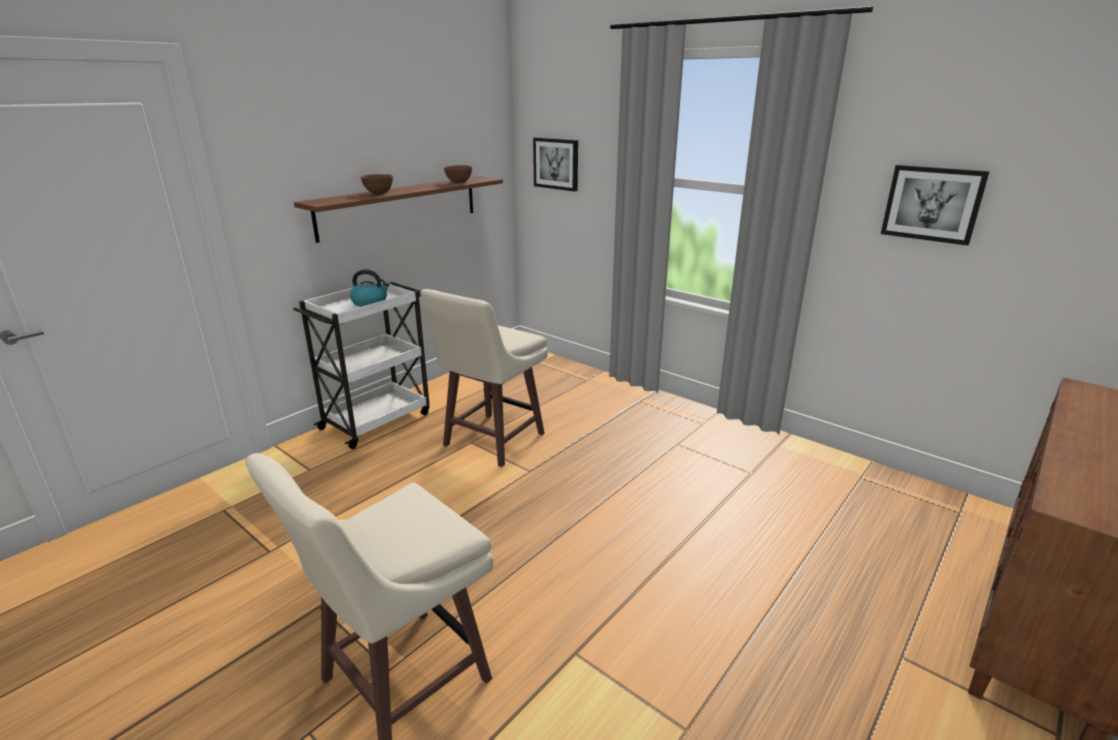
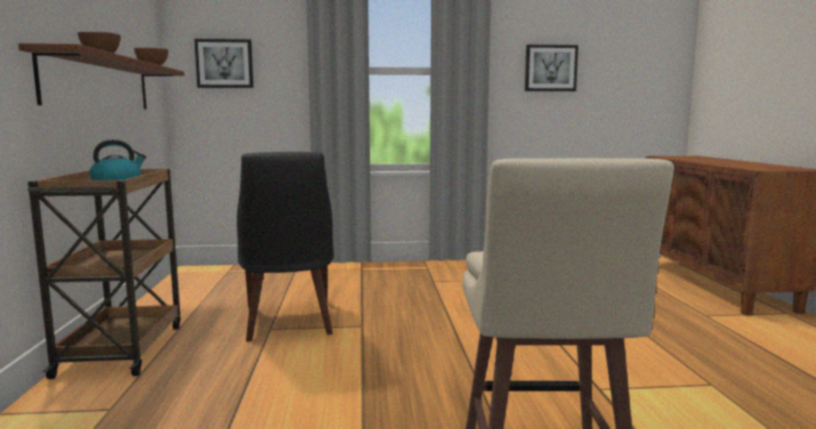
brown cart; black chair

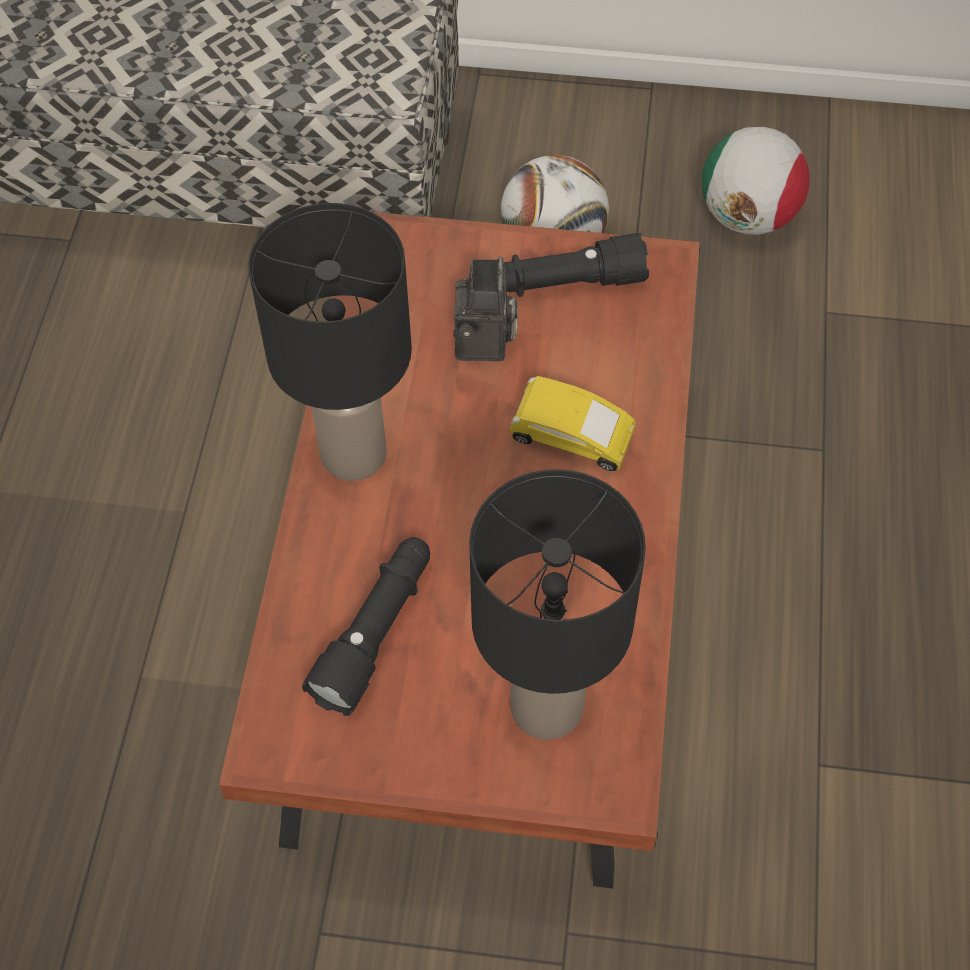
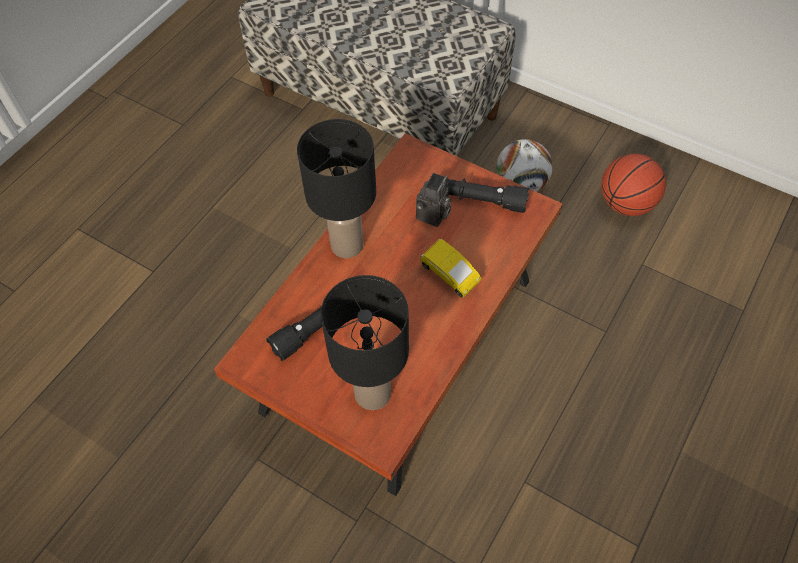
basketball

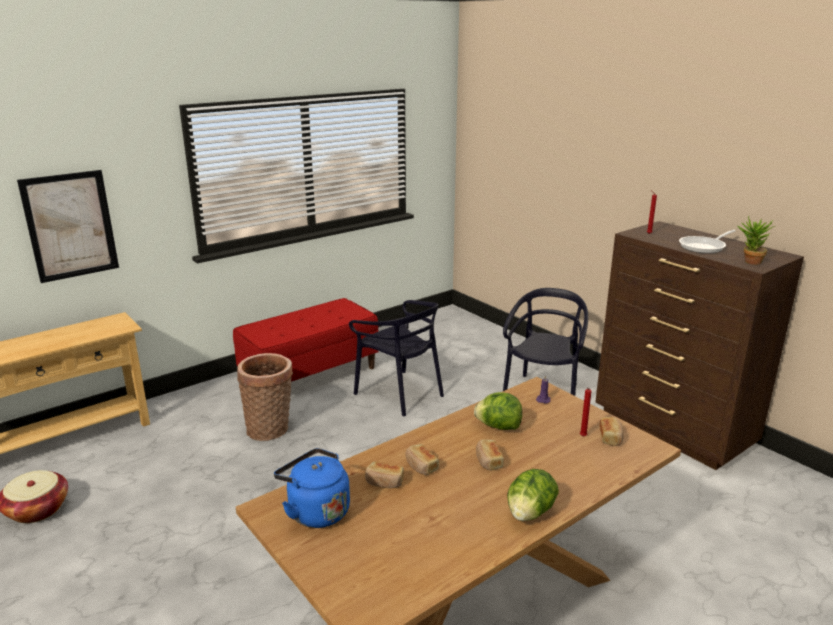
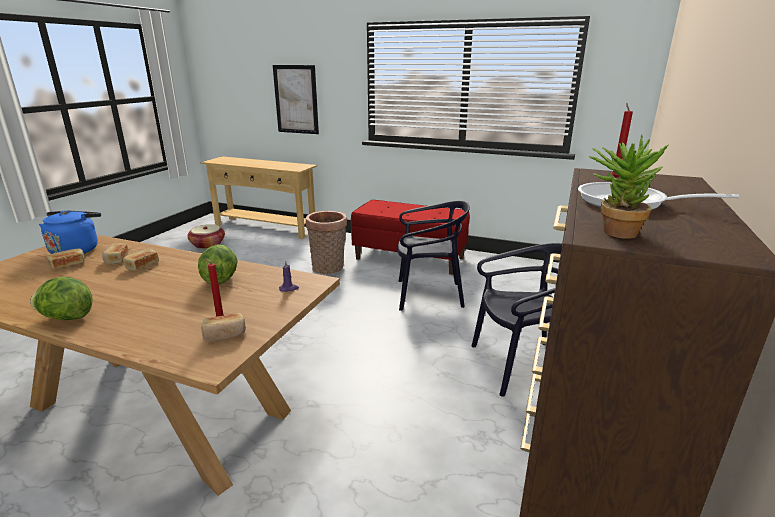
black chair (no. 1 from left); bread (no. 1 from left)

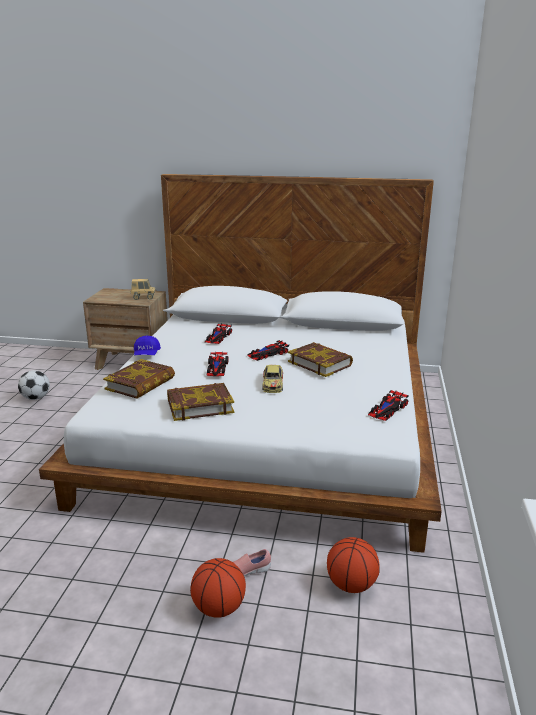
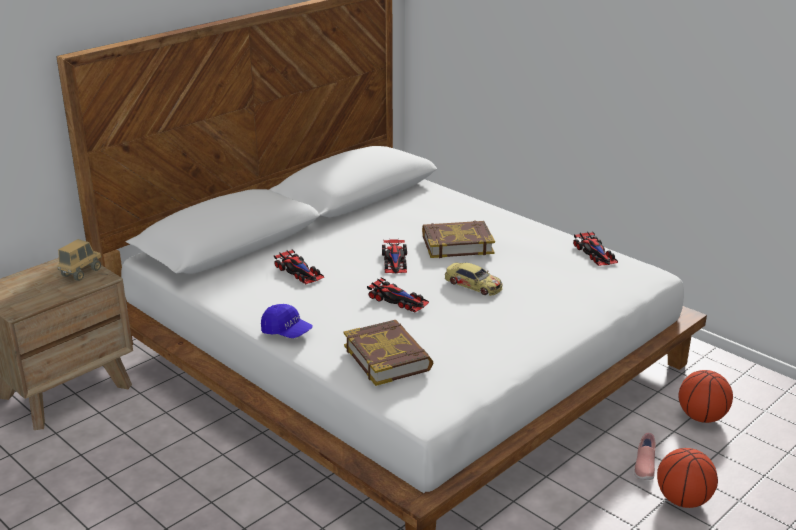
football; book (no. 2 from left in the first image)

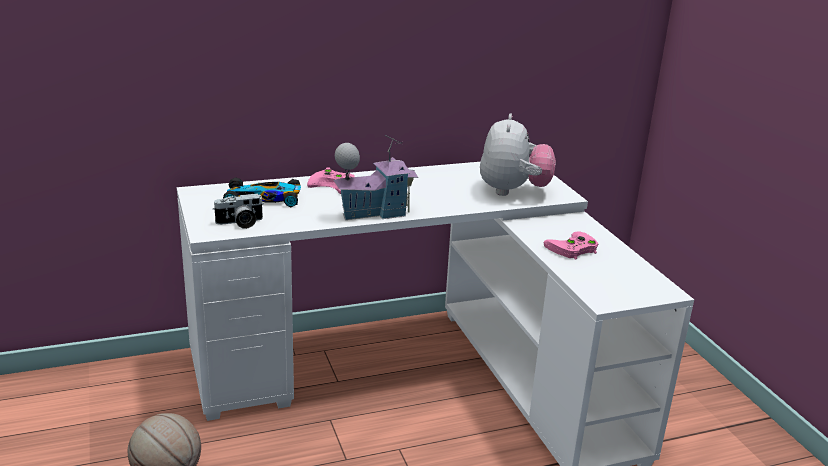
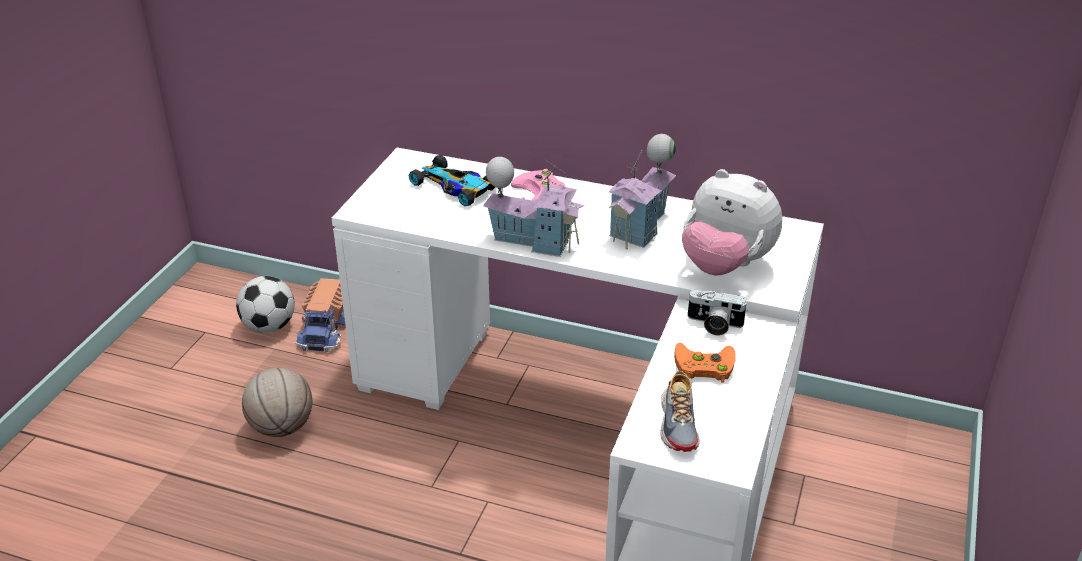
plush toy; photo camera; orange game controller; toy house (no. 2 from left); football; toy truck; shoe

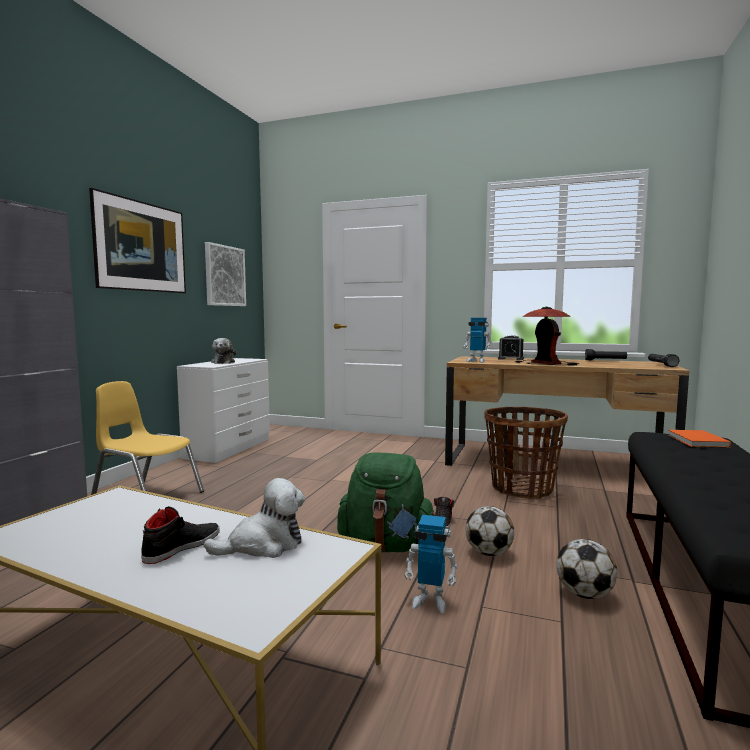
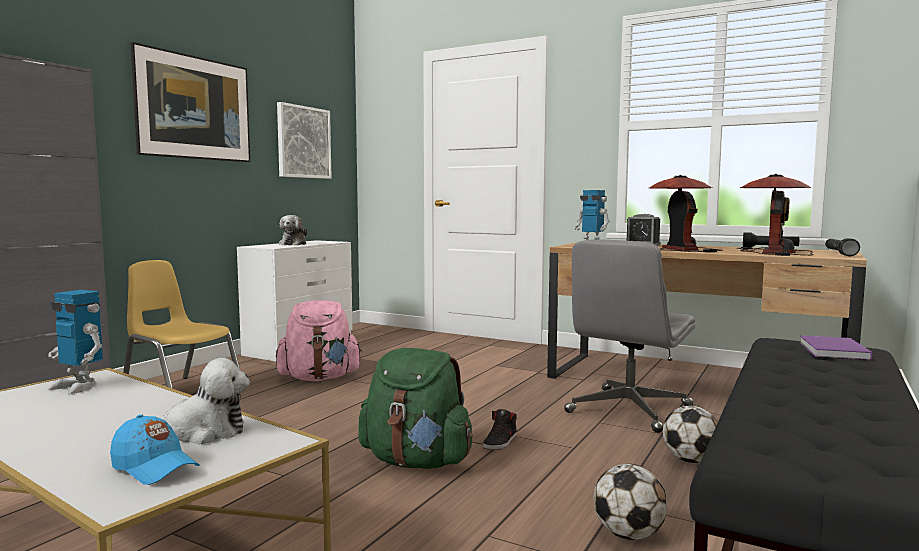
grey office chair; purple book; black shoe (no. 1 from left in the first image); football (no. 2 from left); toy robot (no. 1 from left); table lamp (no. 2 from left); pink backpack; blue cap

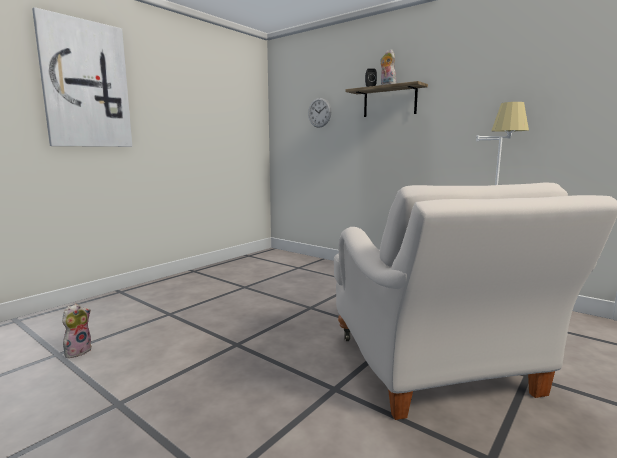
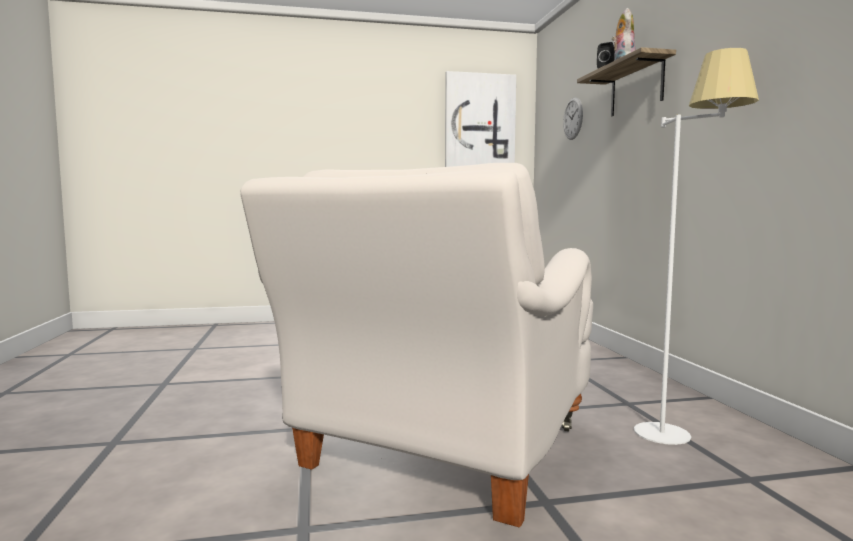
picture; plush toy (no. 1 from left in the first image)

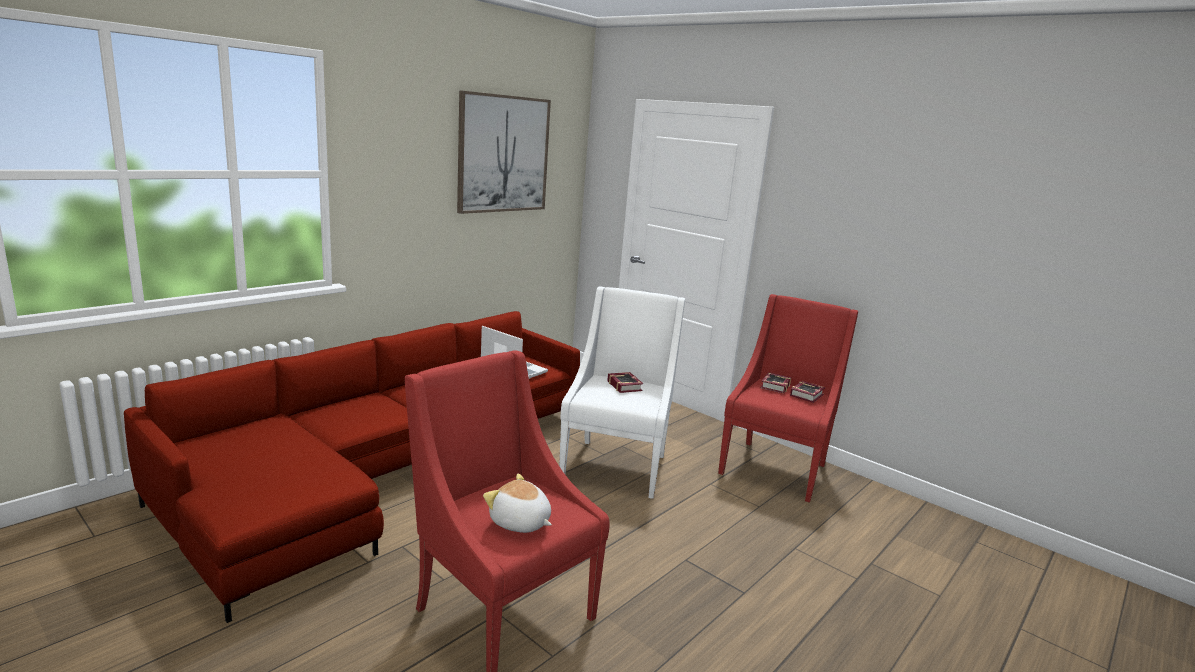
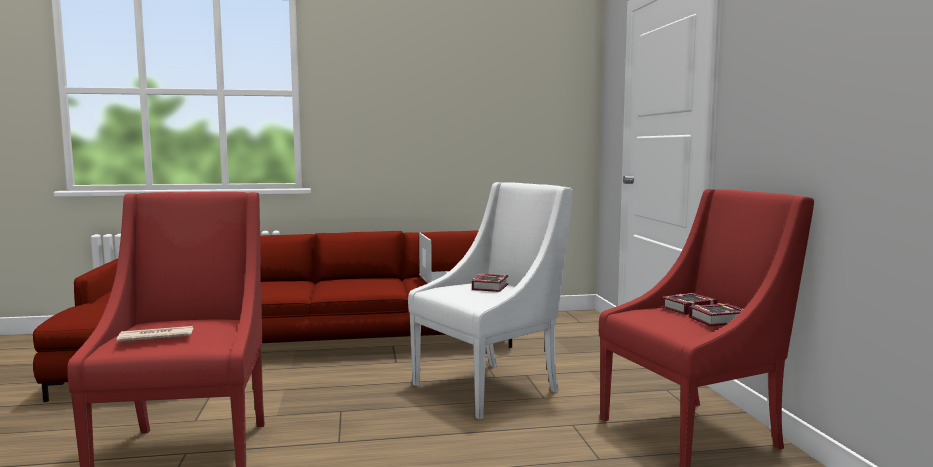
picture; newspaper

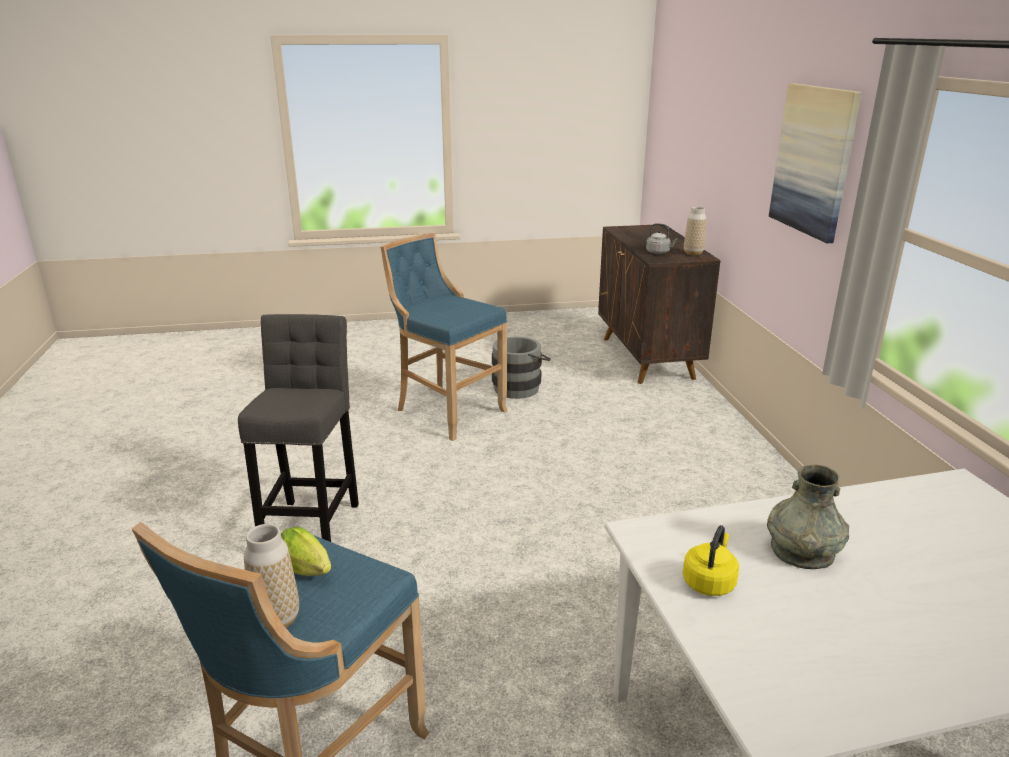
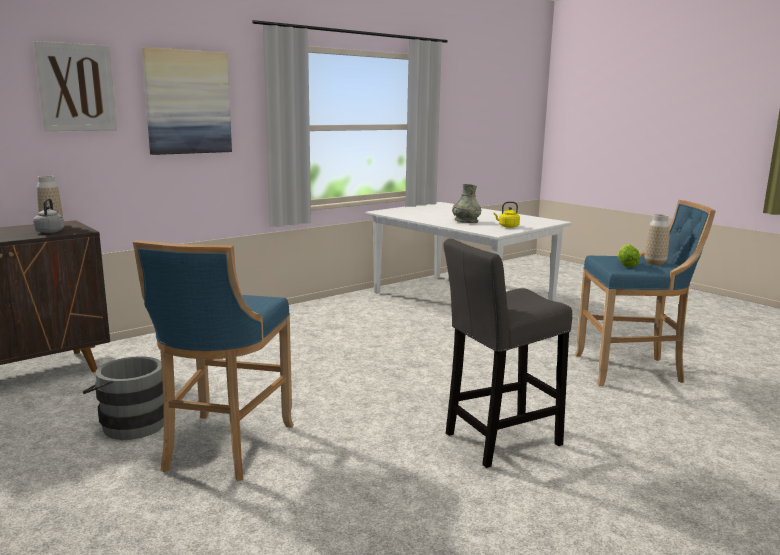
picture (no. 1 from left)

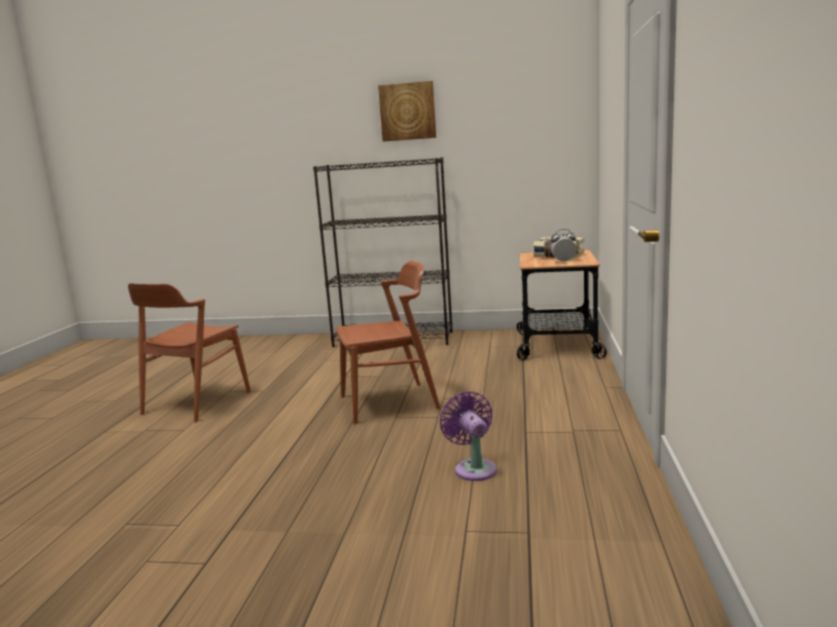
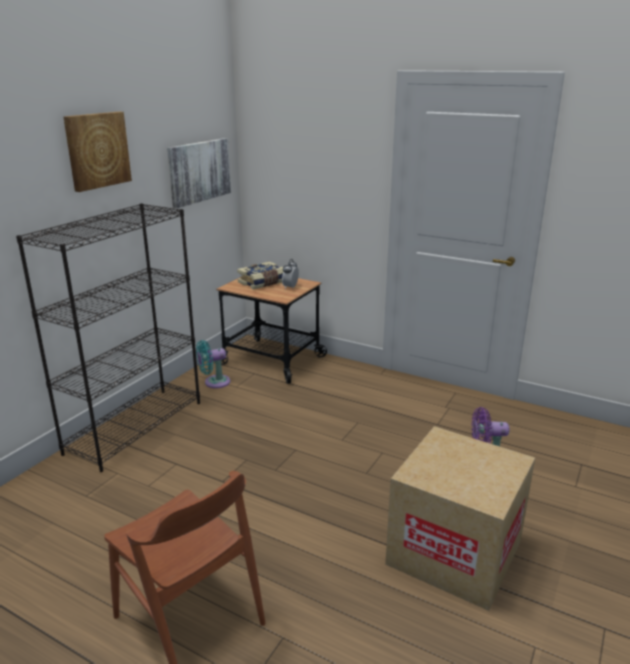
brown chair (no. 2 from left in the first image); picture (no. 2 from left); turquoise fan; cardboard box

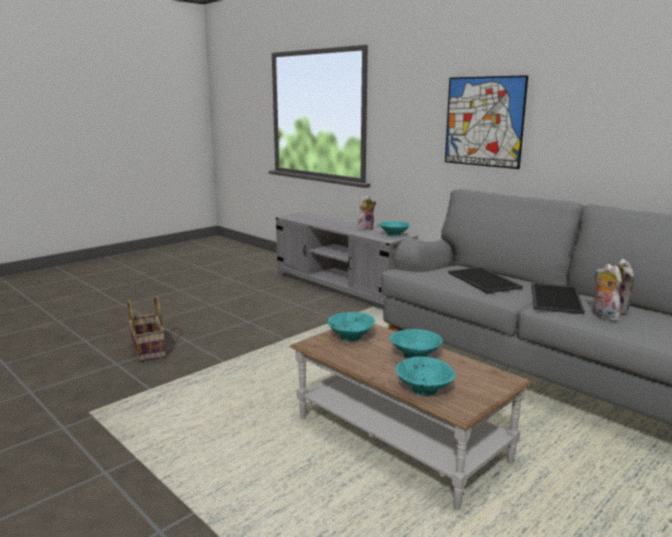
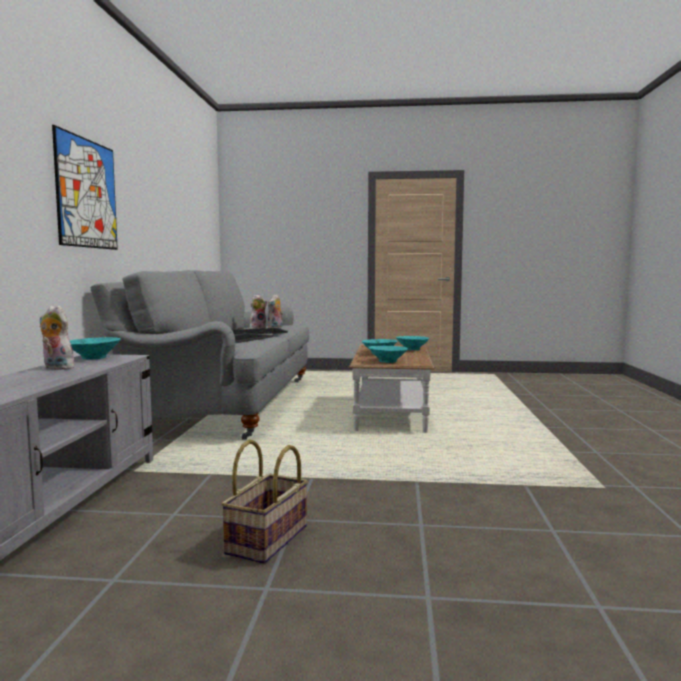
basket

